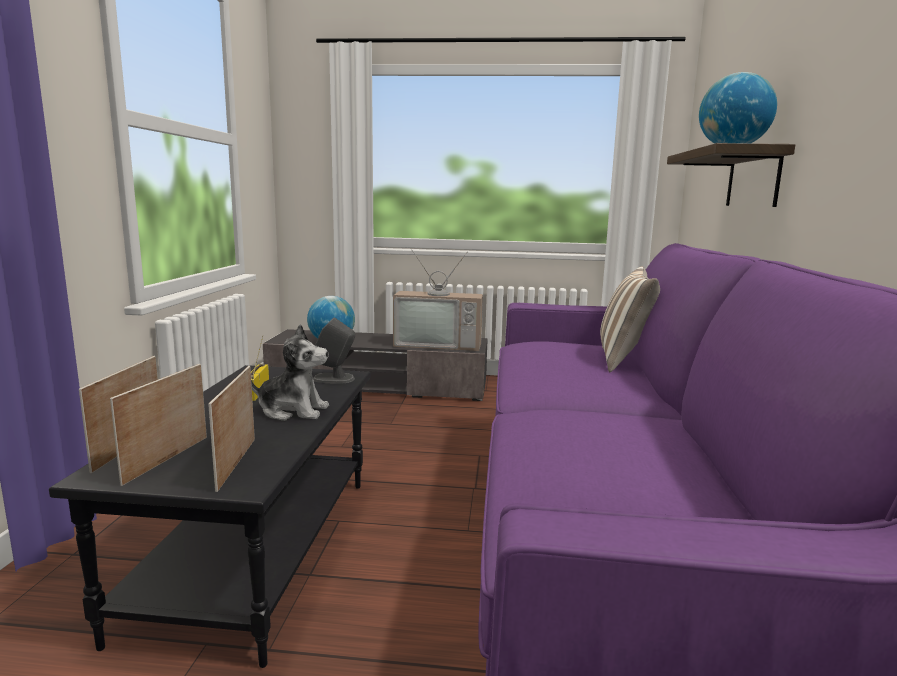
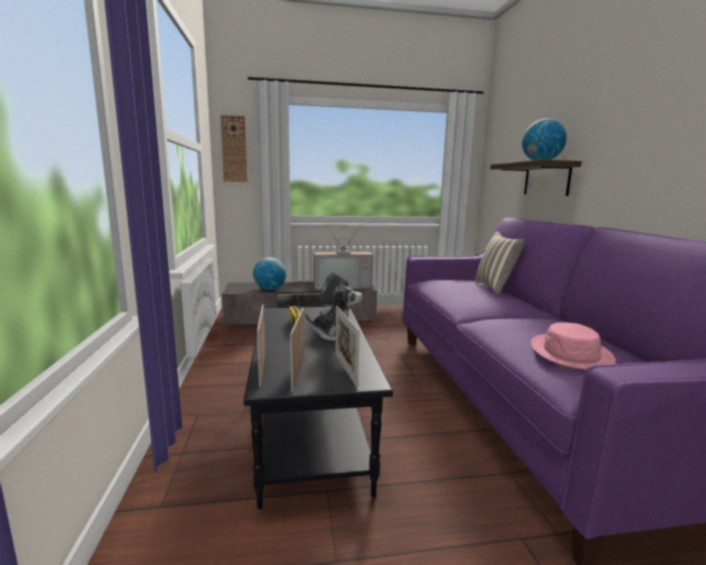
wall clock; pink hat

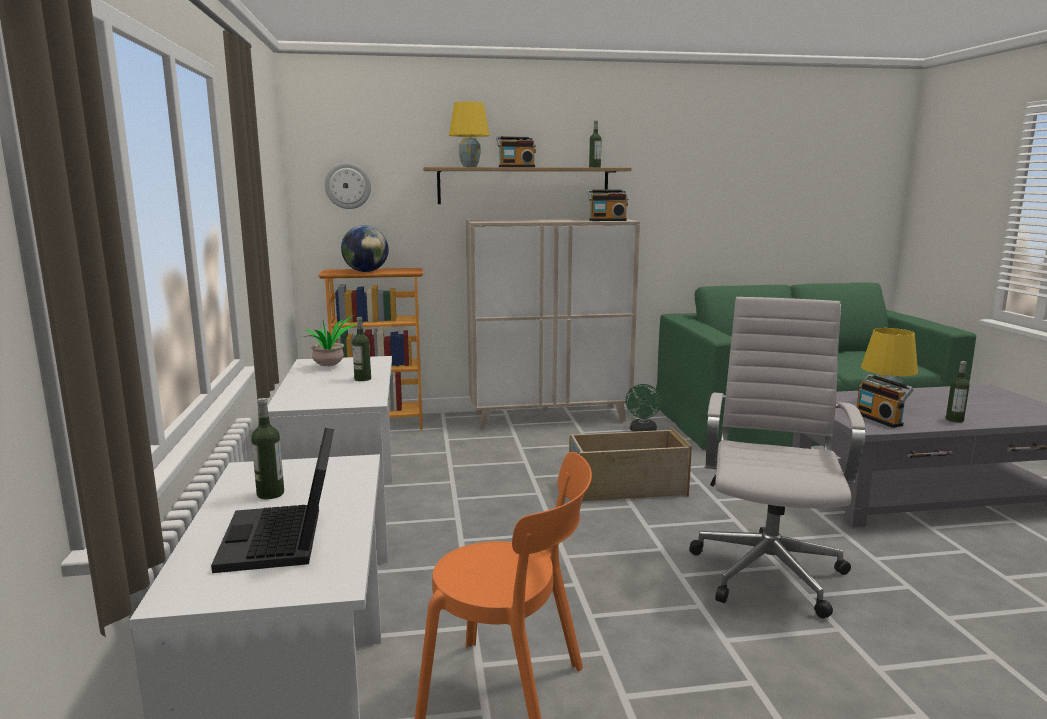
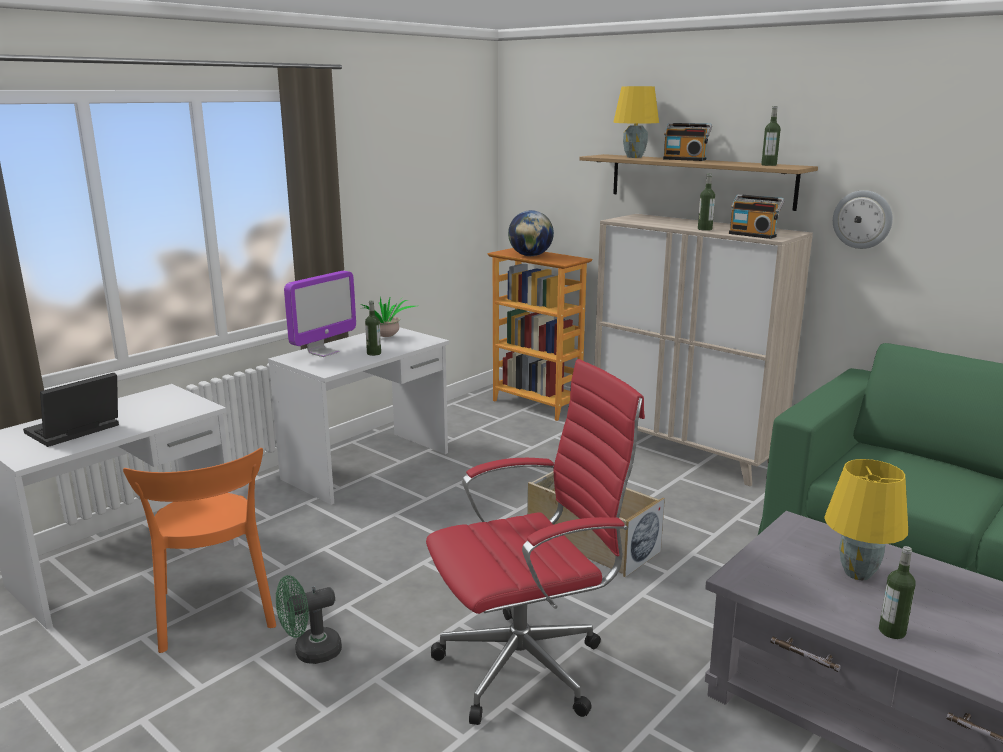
wall clock; red office chair; radio (no. 3 from left in the first image); green fan; bottle (no. 2 from left); monitor

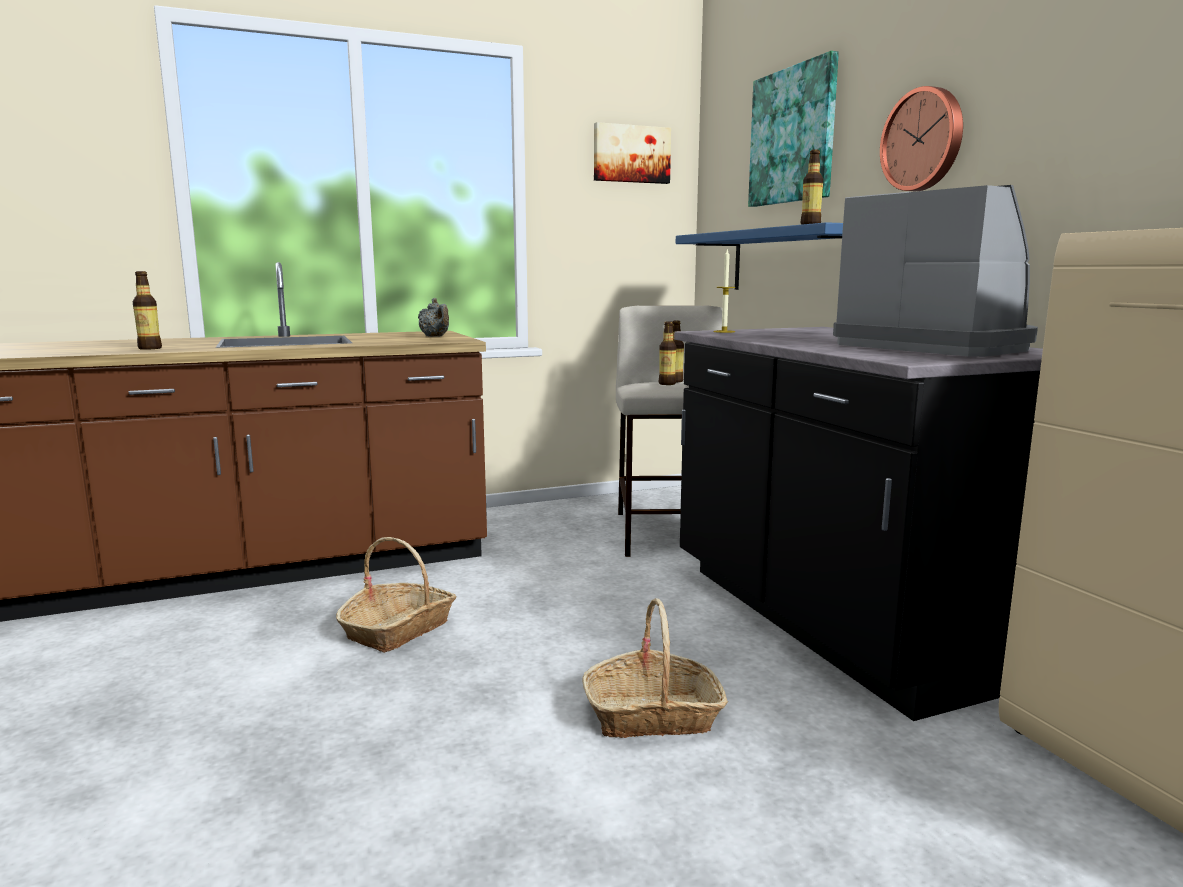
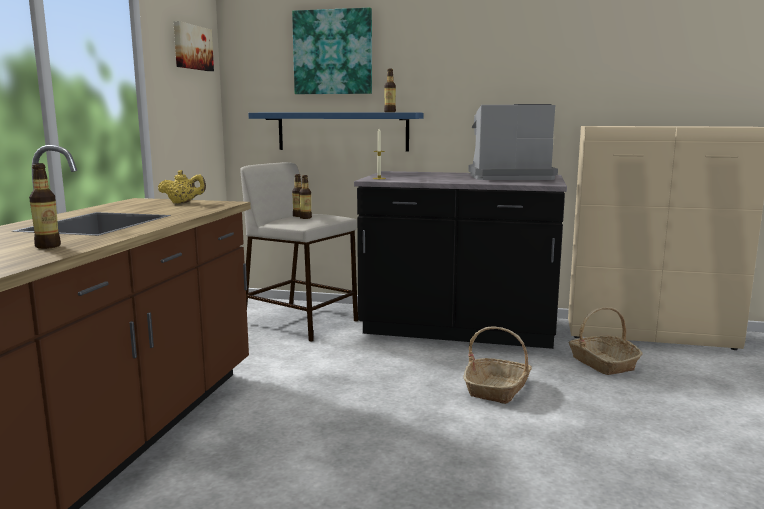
wall clock; yellow teapot; basket (no. 2 from left)

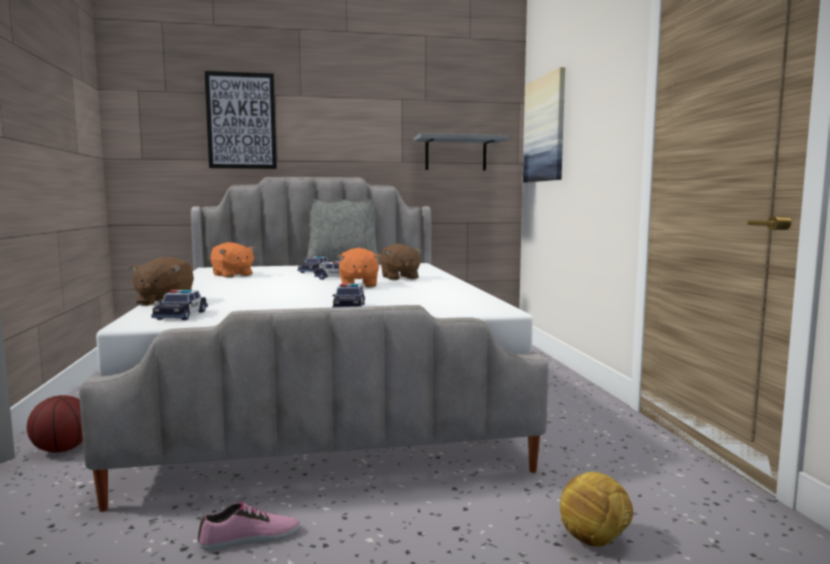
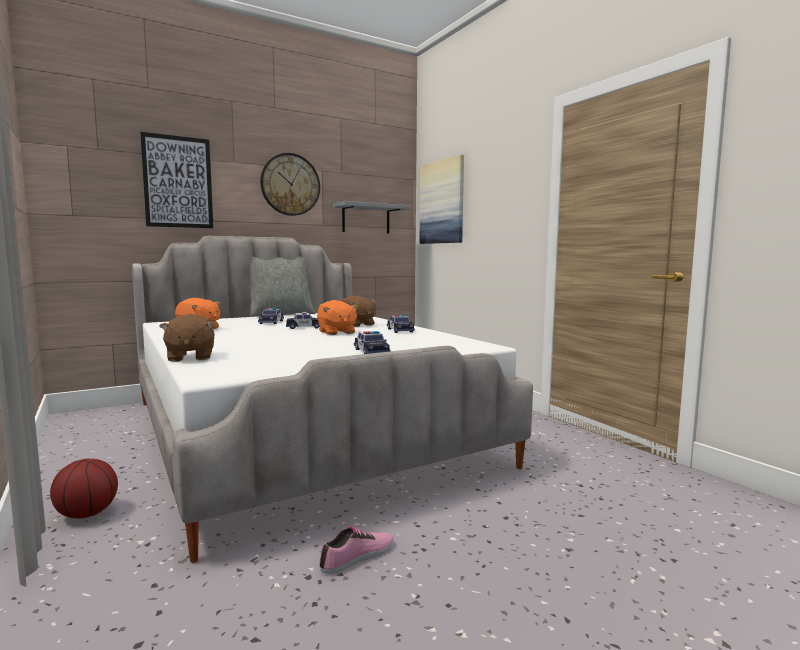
toy car (no. 4 from left); football; wall clock

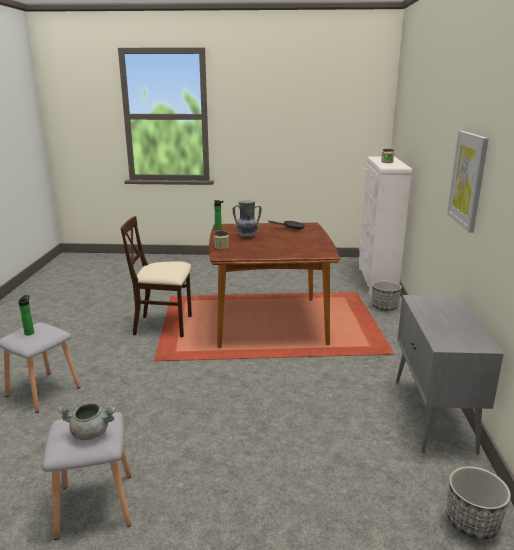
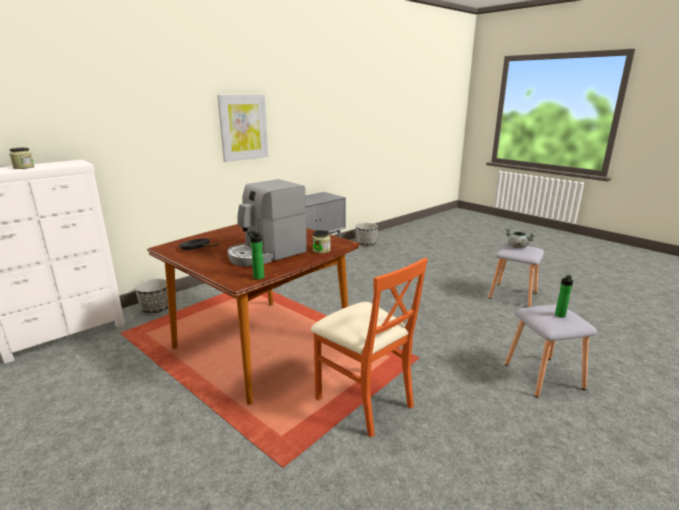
coffee machine; orange chair

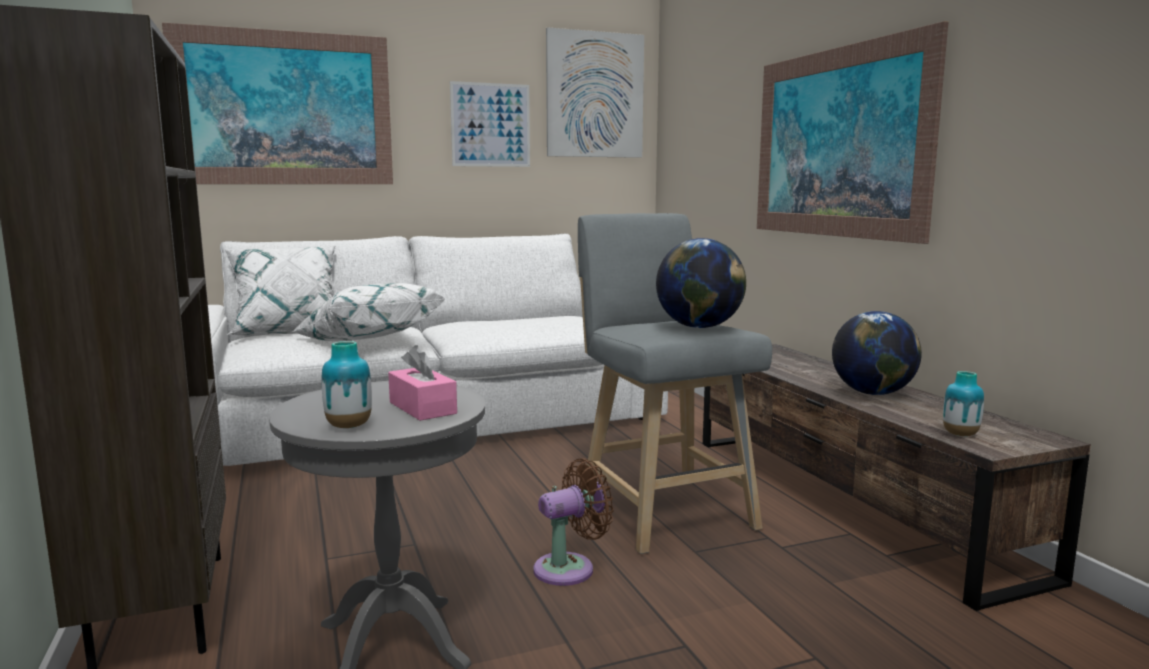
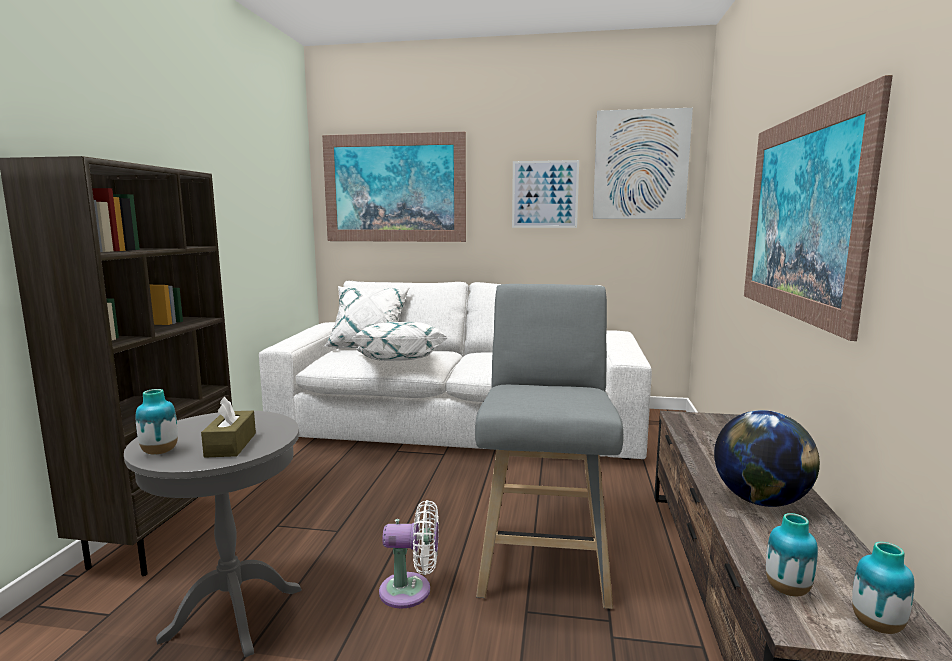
globe (no. 1 from left in the first image); brown tissue box; white fan; vase (no. 3 from left)

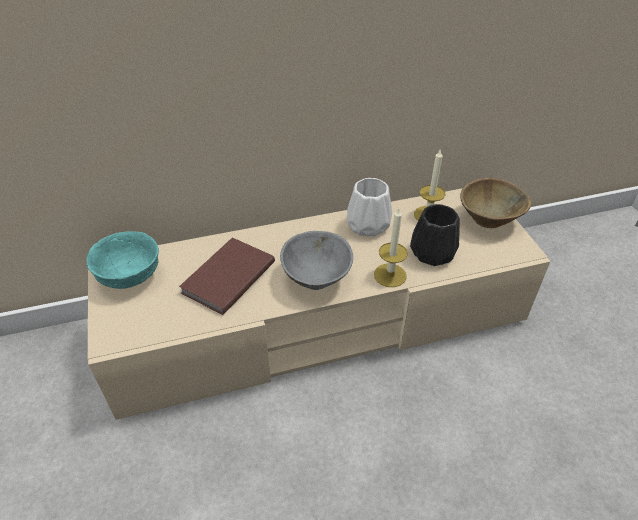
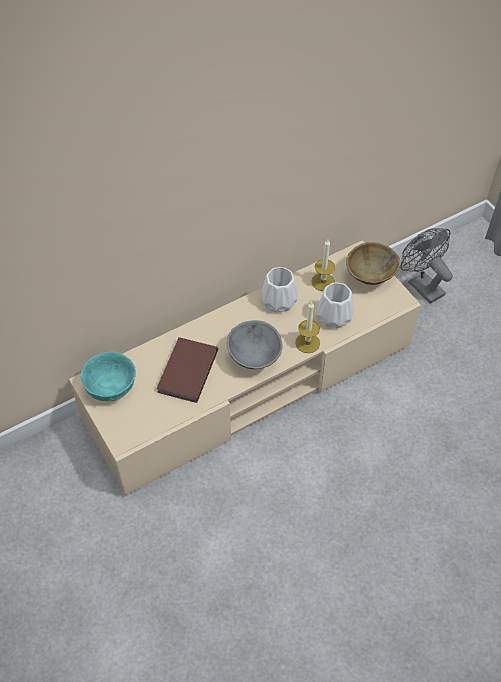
white vase (no. 2 from left); grey fan

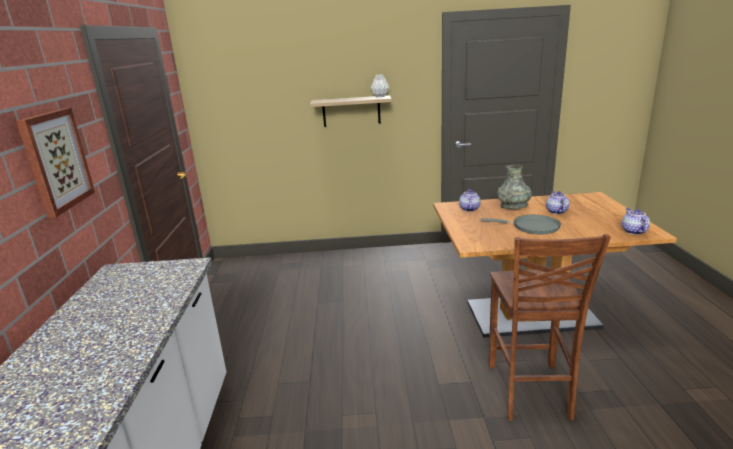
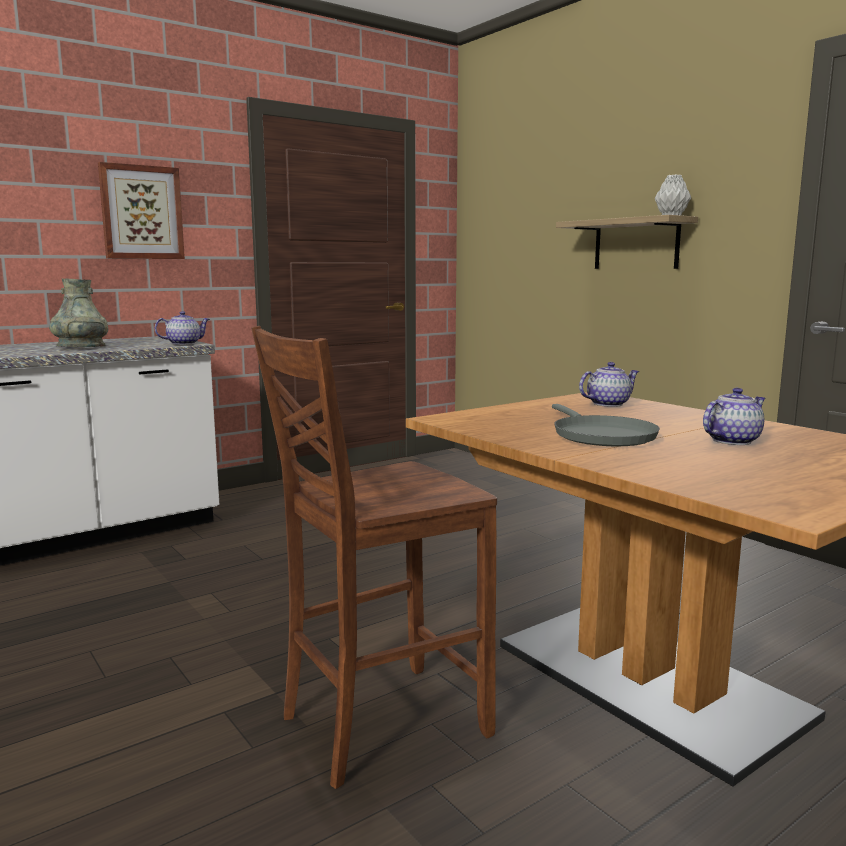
grey vase (no. 1 from left); teapot (no. 1 from left)

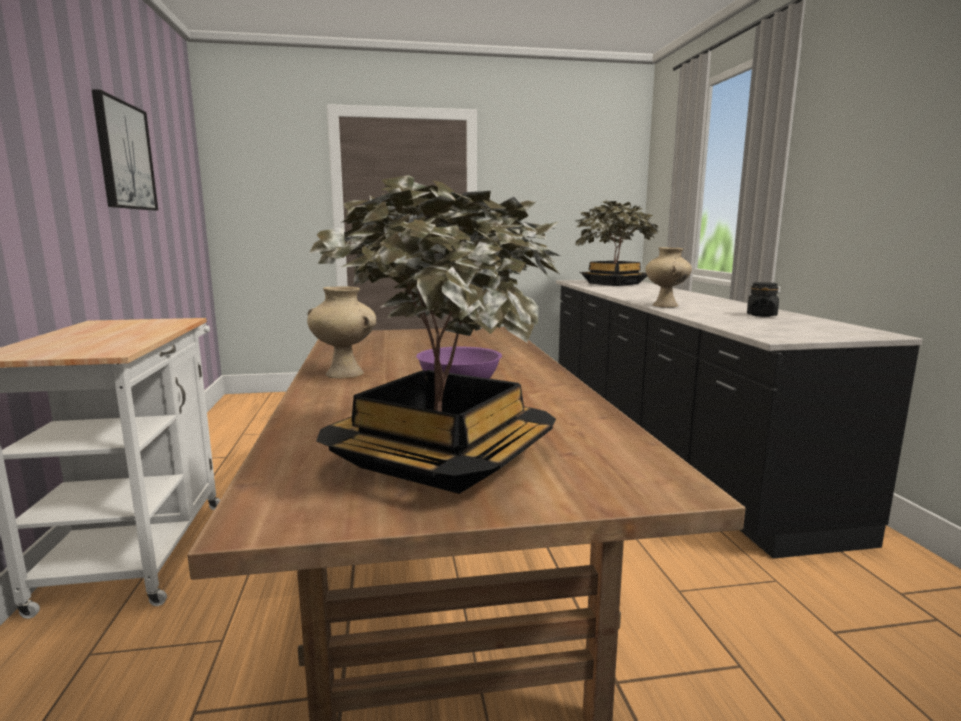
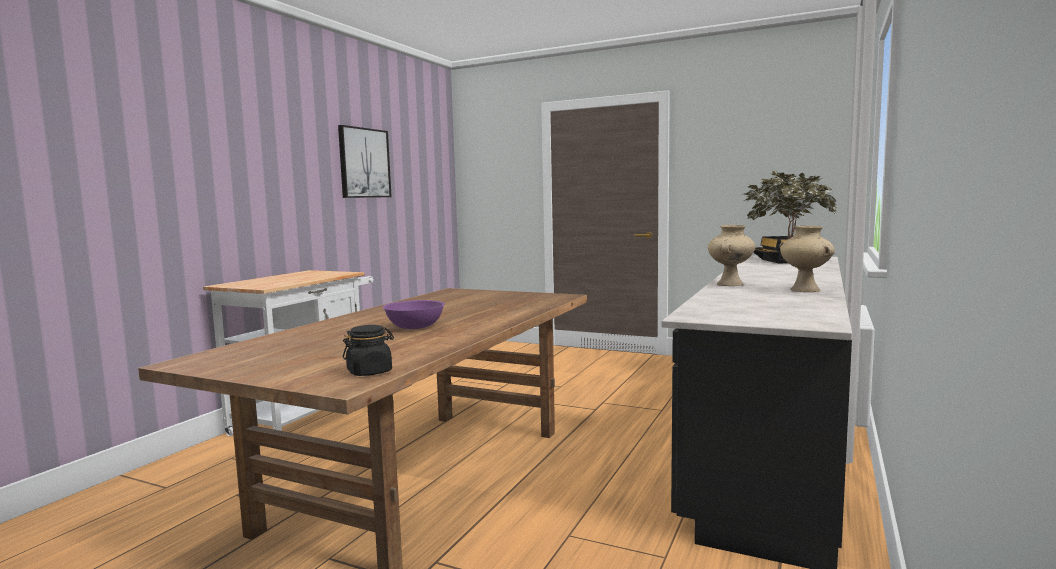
potted plant (no. 1 from left in the first image); black jar; beige vase (no. 2 from left)

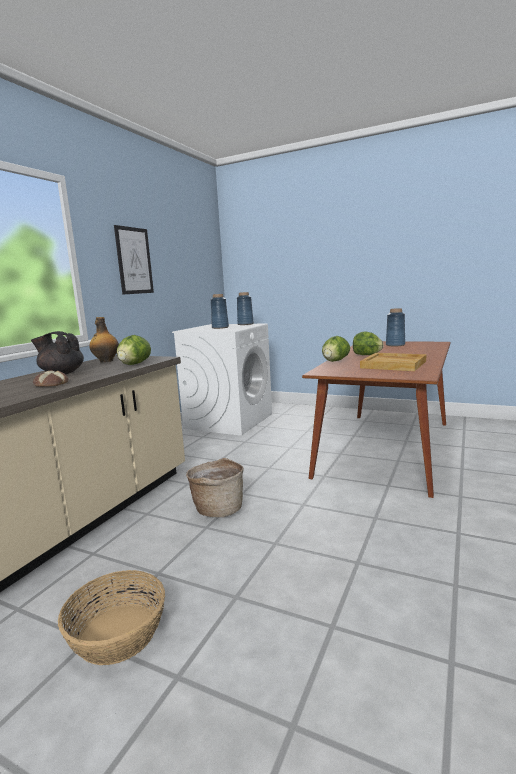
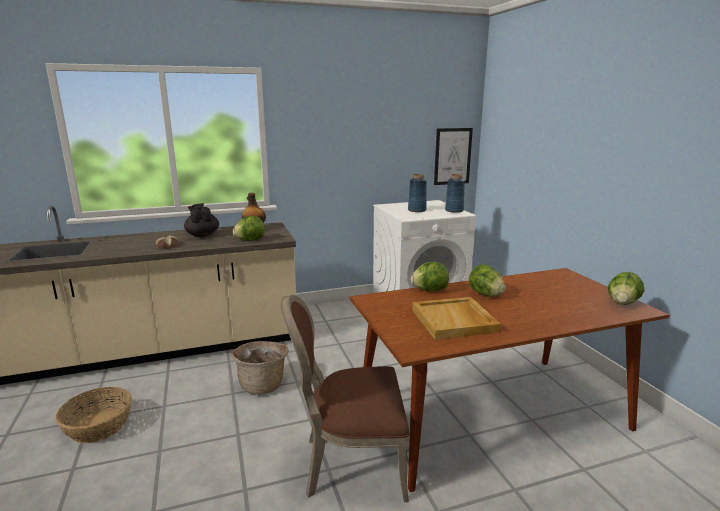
picture; blue vase (no. 3 from left in the first image); lettuce (no. 4 from left); brown chair

